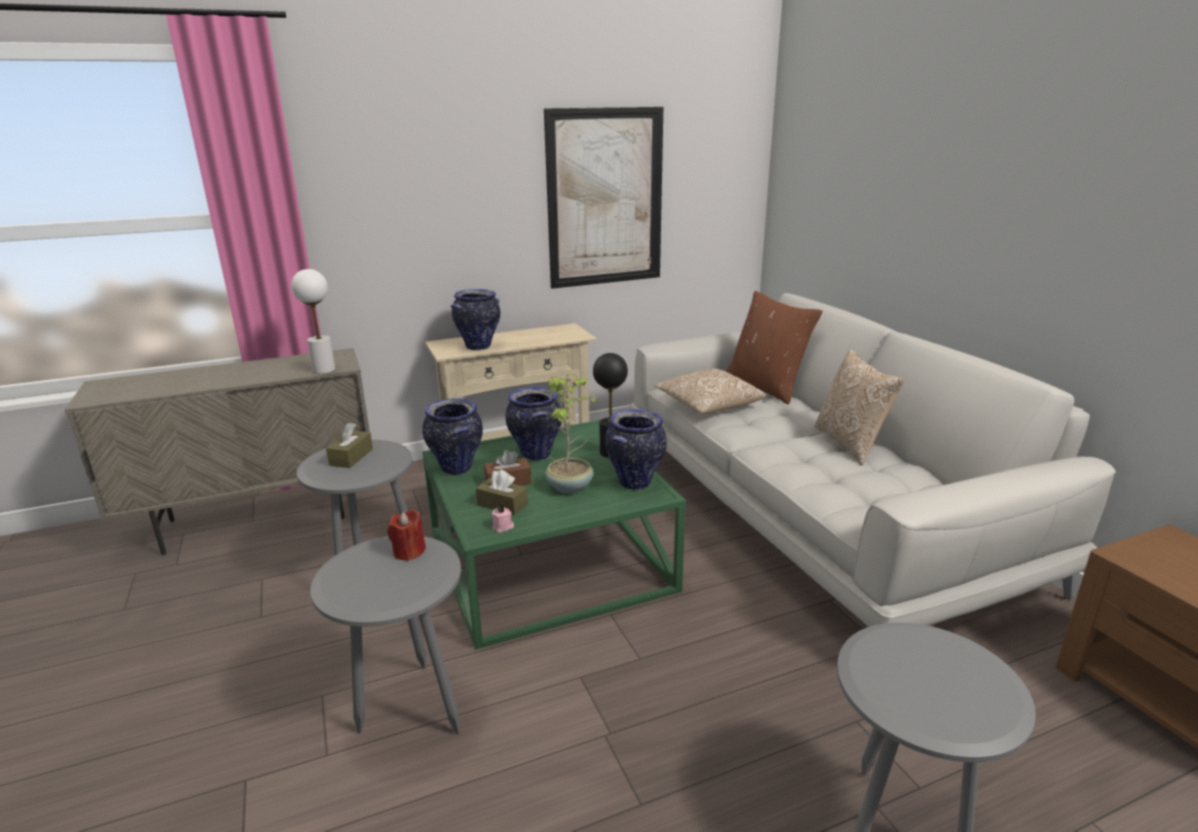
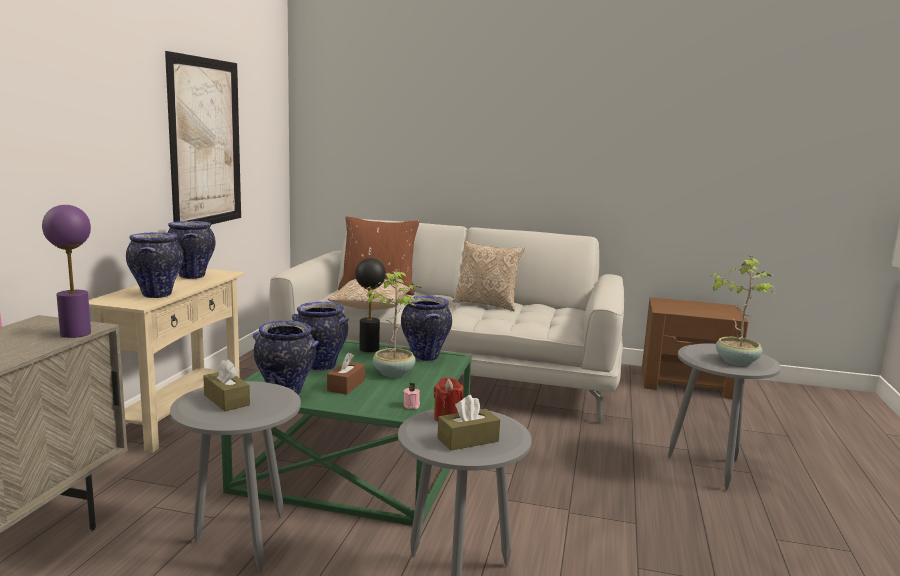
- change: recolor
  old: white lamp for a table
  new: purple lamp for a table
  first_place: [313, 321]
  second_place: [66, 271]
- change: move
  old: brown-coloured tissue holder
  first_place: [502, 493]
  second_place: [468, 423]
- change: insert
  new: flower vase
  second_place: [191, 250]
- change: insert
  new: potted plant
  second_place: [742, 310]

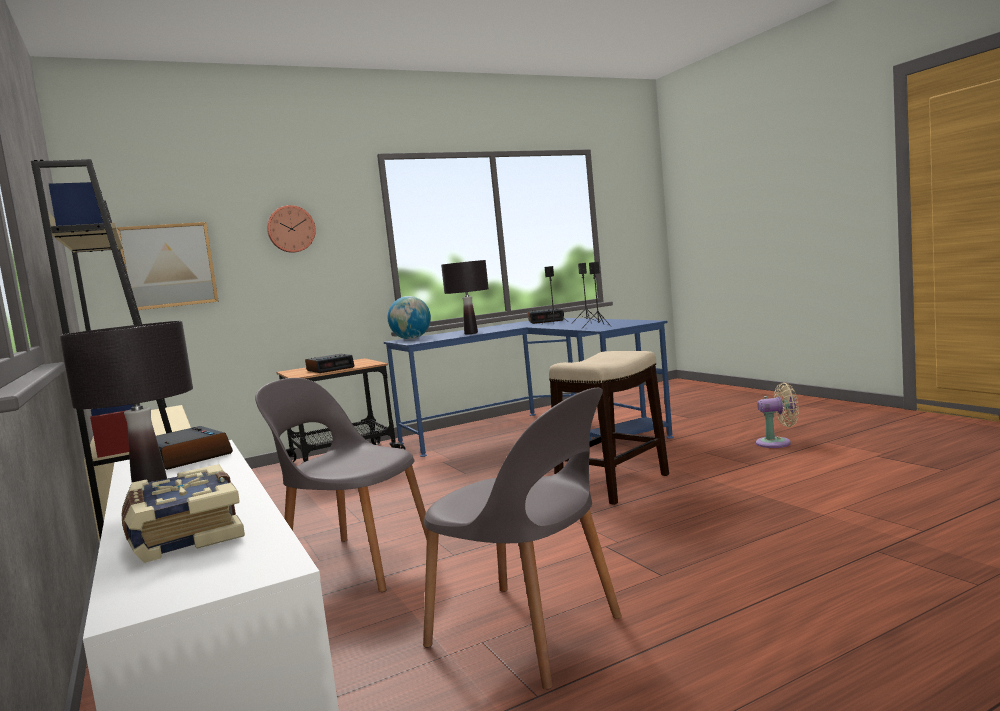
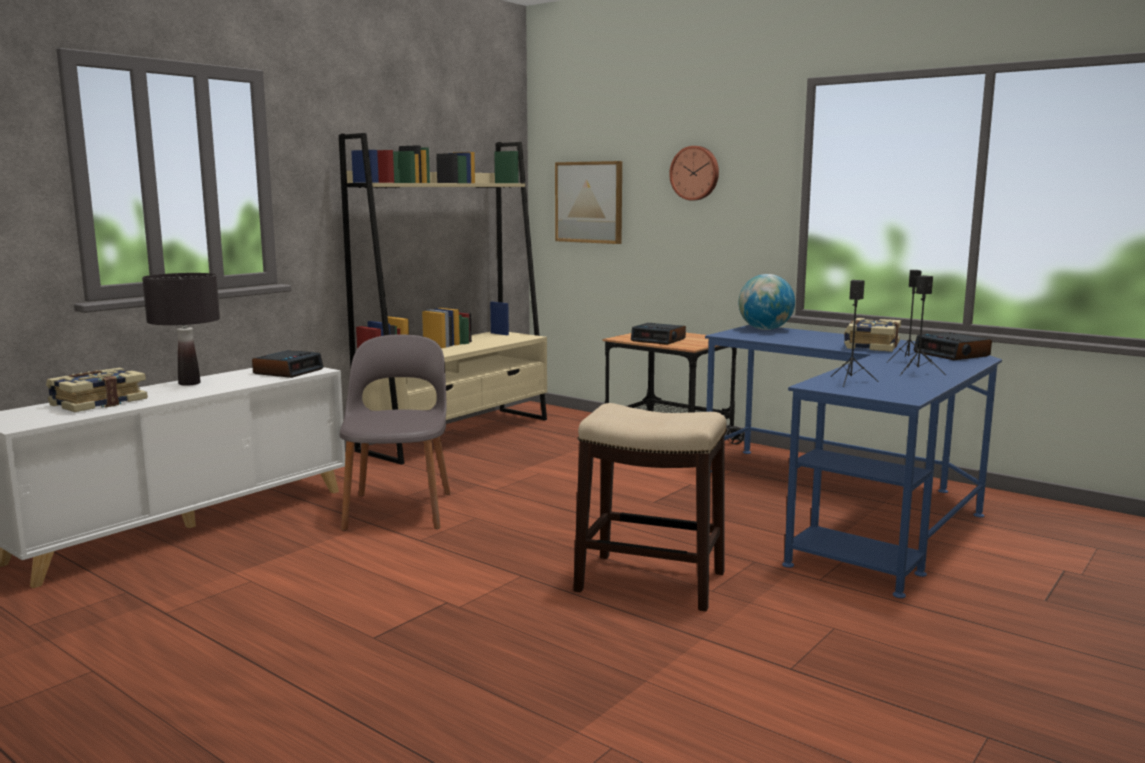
- change: delete
  old: black lamp for a table
  first_place: [465, 297]
- change: delete
  old: beige-coloured electric fan
  first_place: [777, 415]
- change: delete
  old: gray plain chair
  first_place: [522, 538]
- change: insert
  new: volume
  second_place: [872, 335]

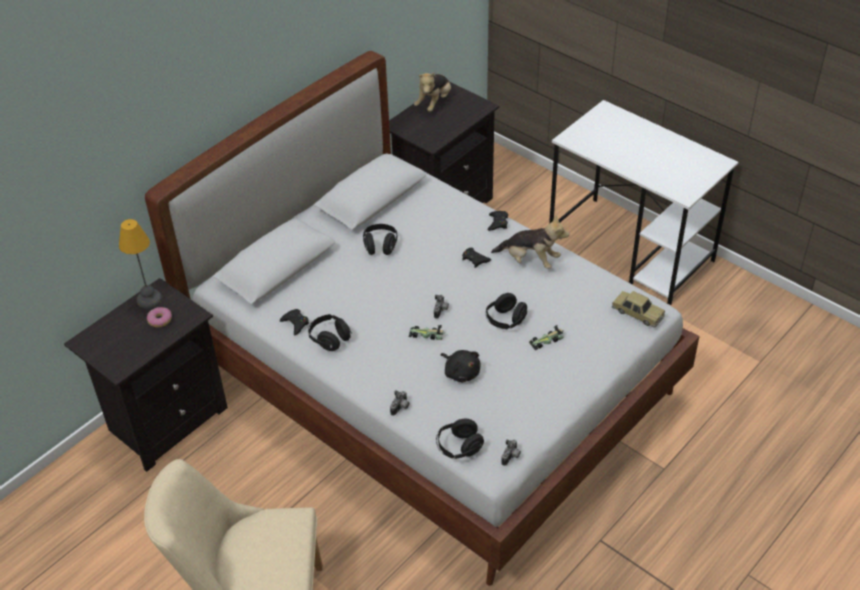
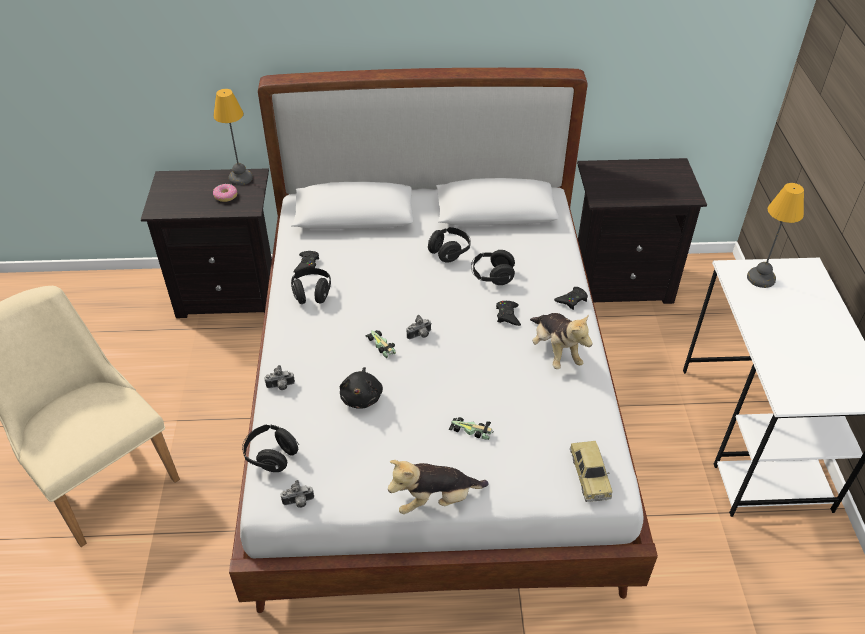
- change: move
  old: plush toy
  first_place: [432, 92]
  second_place: [438, 487]
- change: move
  old: black pair of headphones
  first_place: [506, 311]
  second_place: [493, 267]
- change: insert
  new: lamp for a table
  second_place: [775, 235]

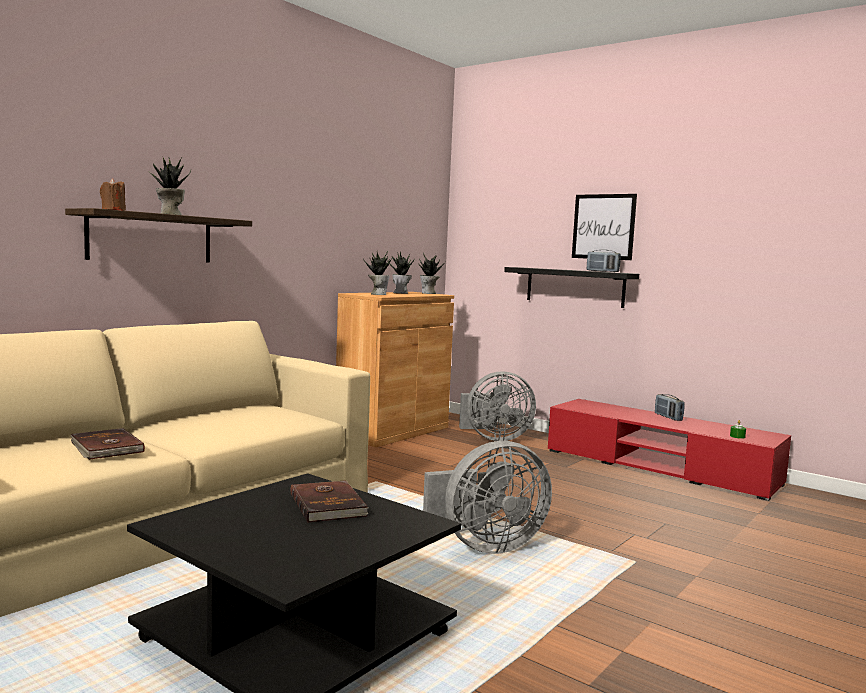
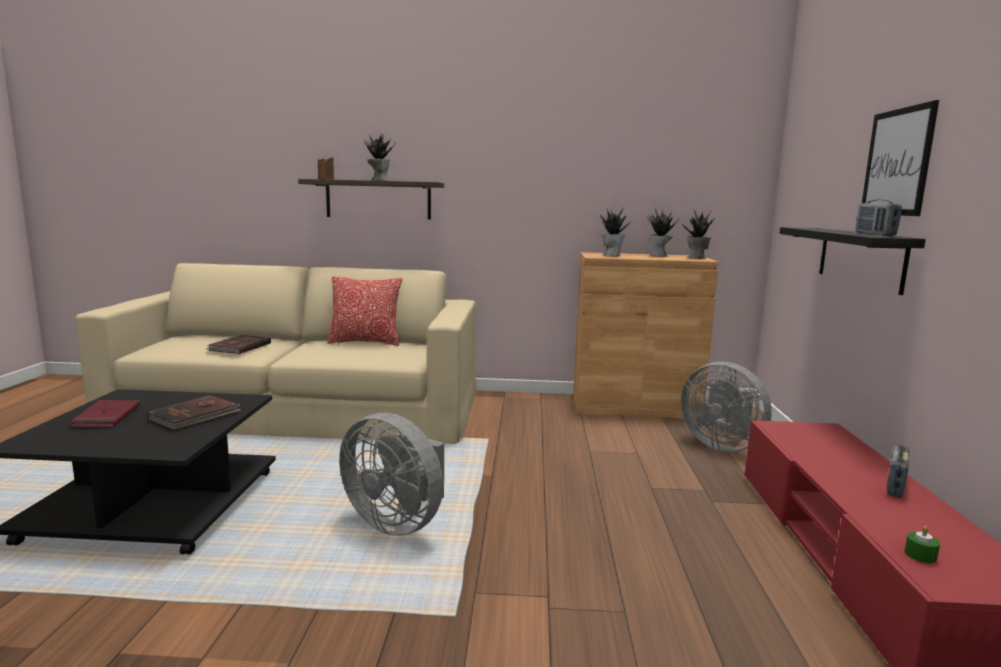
- change: insert
  new: throw pillow
  second_place: [365, 311]
- change: insert
  new: reddish volume
  second_place: [105, 413]

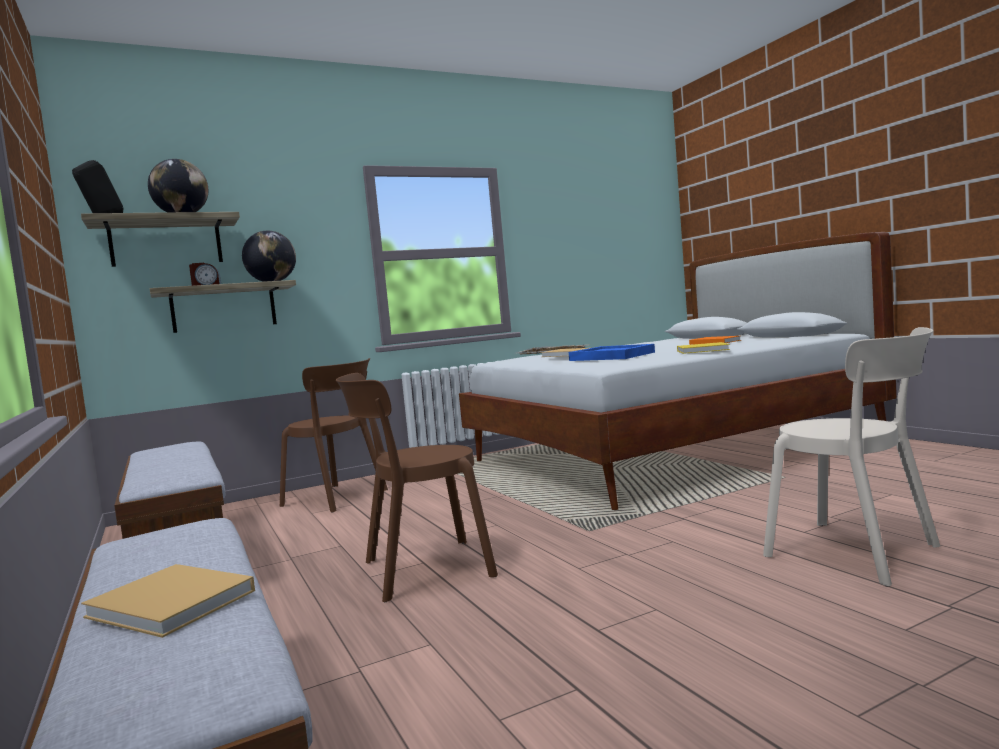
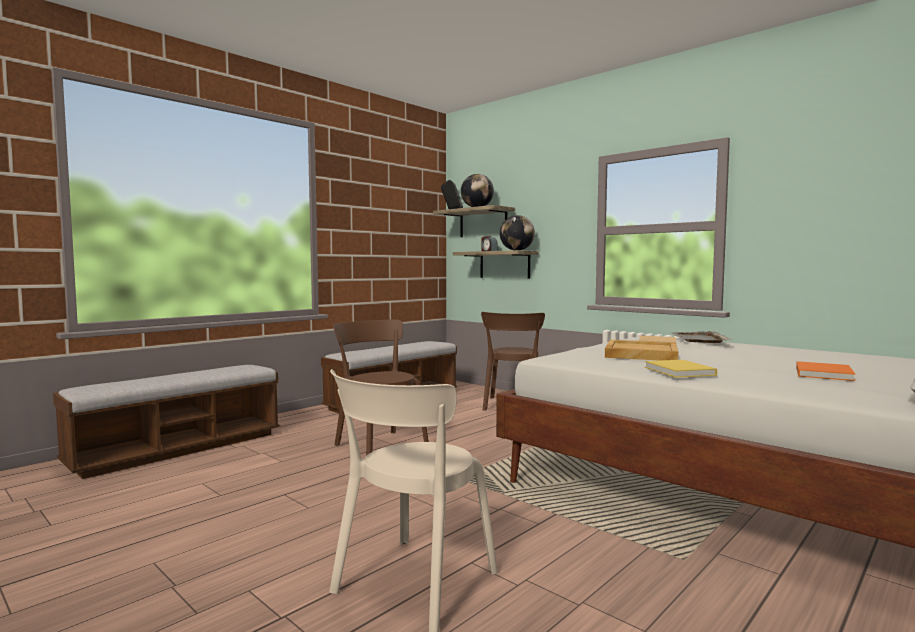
- change: recolor
  old: bluish carrying tray
  new: beige-coloured carrying tray
  first_place: [612, 352]
  second_place: [641, 350]
- change: delete
  old: beige-coloured volume
  first_place: [168, 601]

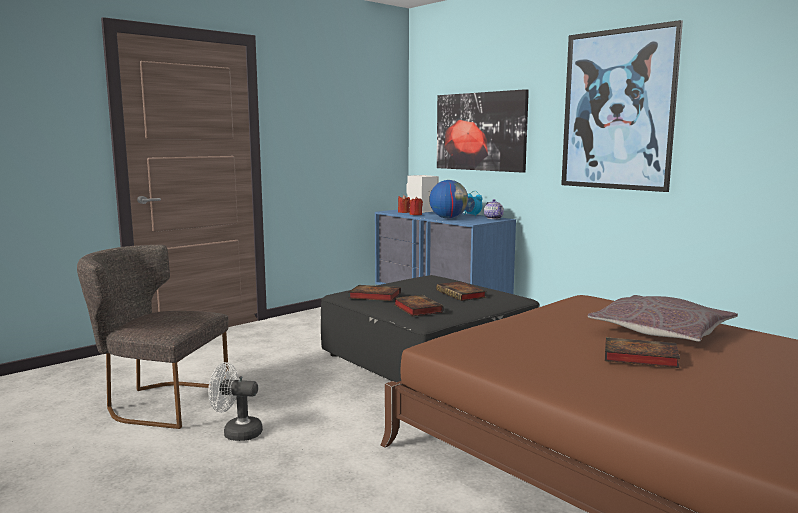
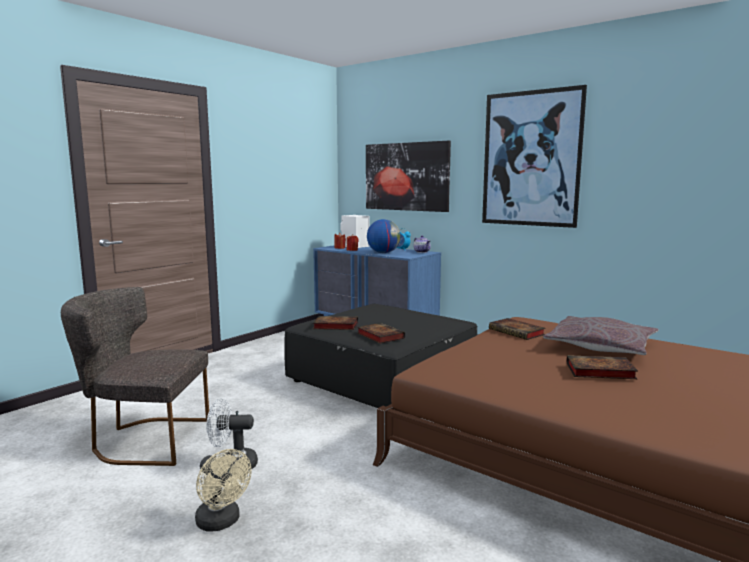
- change: move
  old: volume
  first_place: [461, 291]
  second_place: [517, 329]
- change: insert
  new: beige-coloured electric fan
  second_place: [223, 490]

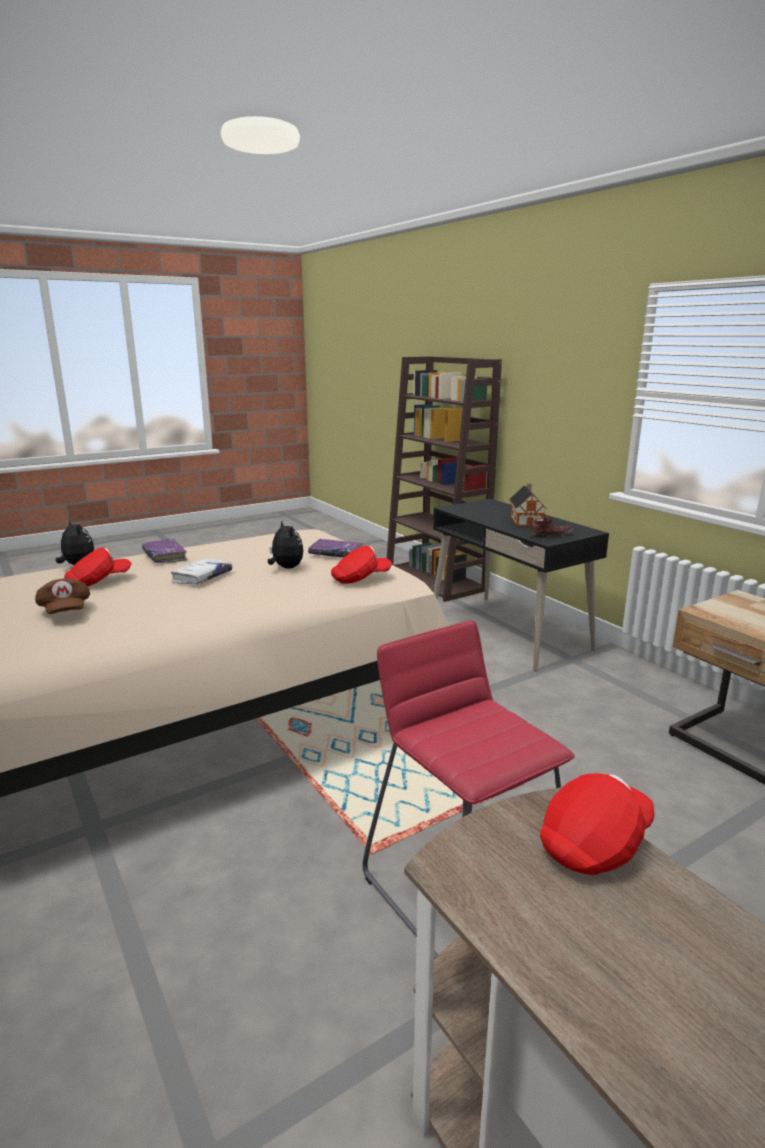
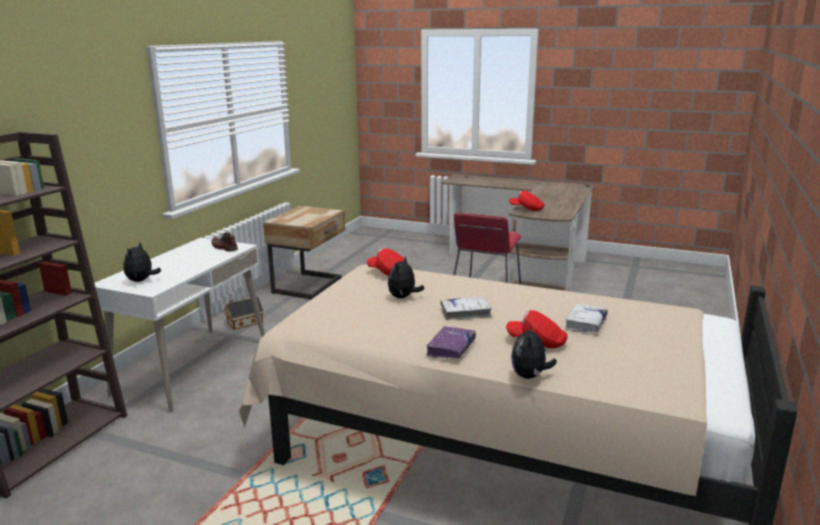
- change: move
  old: toy house
  first_place: [527, 505]
  second_place: [243, 313]
- change: recolor
  old: black desk table
  new: white desk table
  first_place: [521, 585]
  second_place: [179, 325]
- change: delete
  old: purple volume
  first_place: [335, 548]
- change: replace
  old: brown-coloured peaked cap
  new: white volume
  first_place: [62, 596]
  second_place: [586, 318]
- change: insert
  new: plush toy
  second_place: [142, 262]

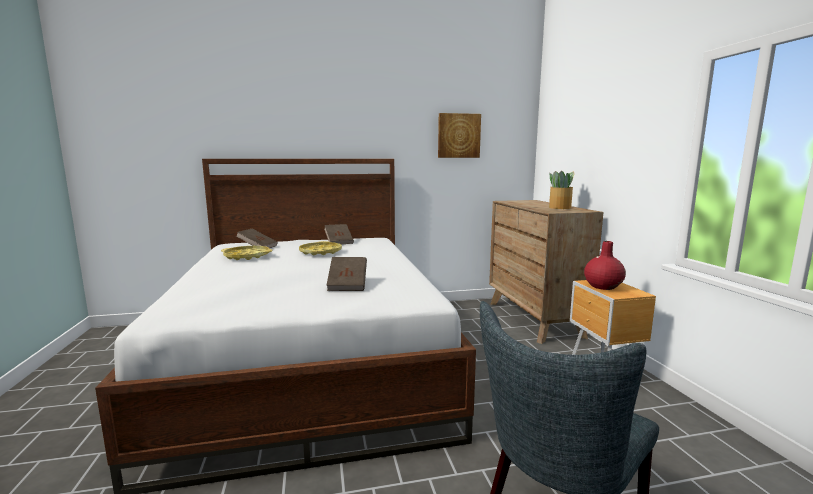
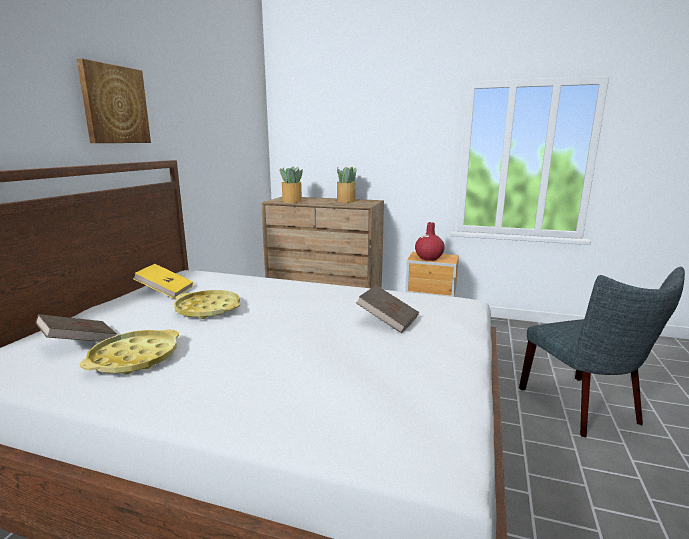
- change: move
  old: picture
  first_place: [459, 135]
  second_place: [114, 101]
- change: recolor
  old: brown-coloured volume
  new: yellowish volume
  first_place: [339, 234]
  second_place: [163, 281]
- change: insert
  new: potted plant
  second_place: [291, 184]

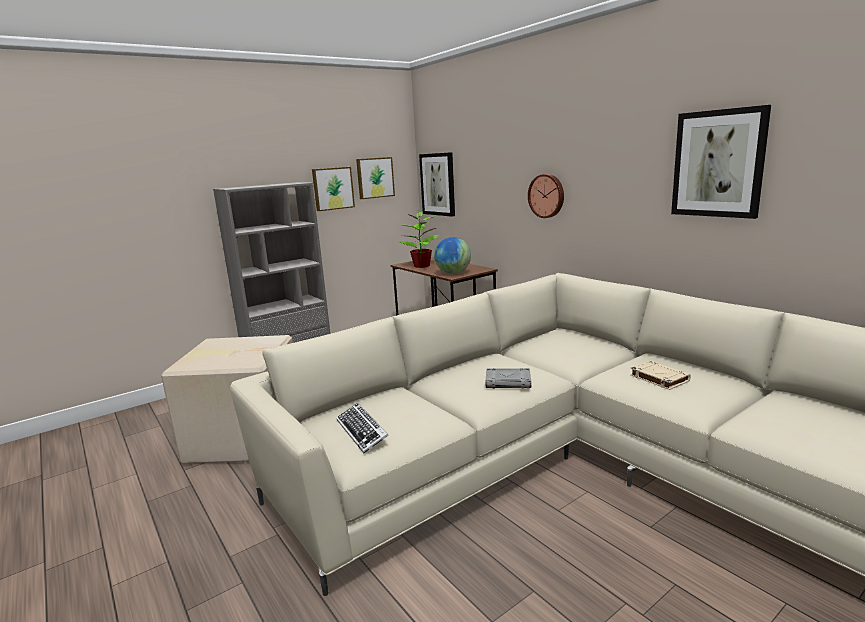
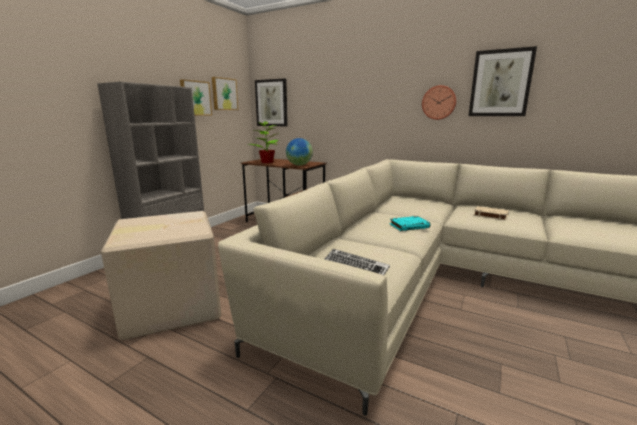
- change: move
  old: wall clock
  first_place: [546, 196]
  second_place: [439, 102]
- change: recolor
  old: gray volume
  new: blue-green volume
  first_place: [508, 378]
  second_place: [410, 223]

